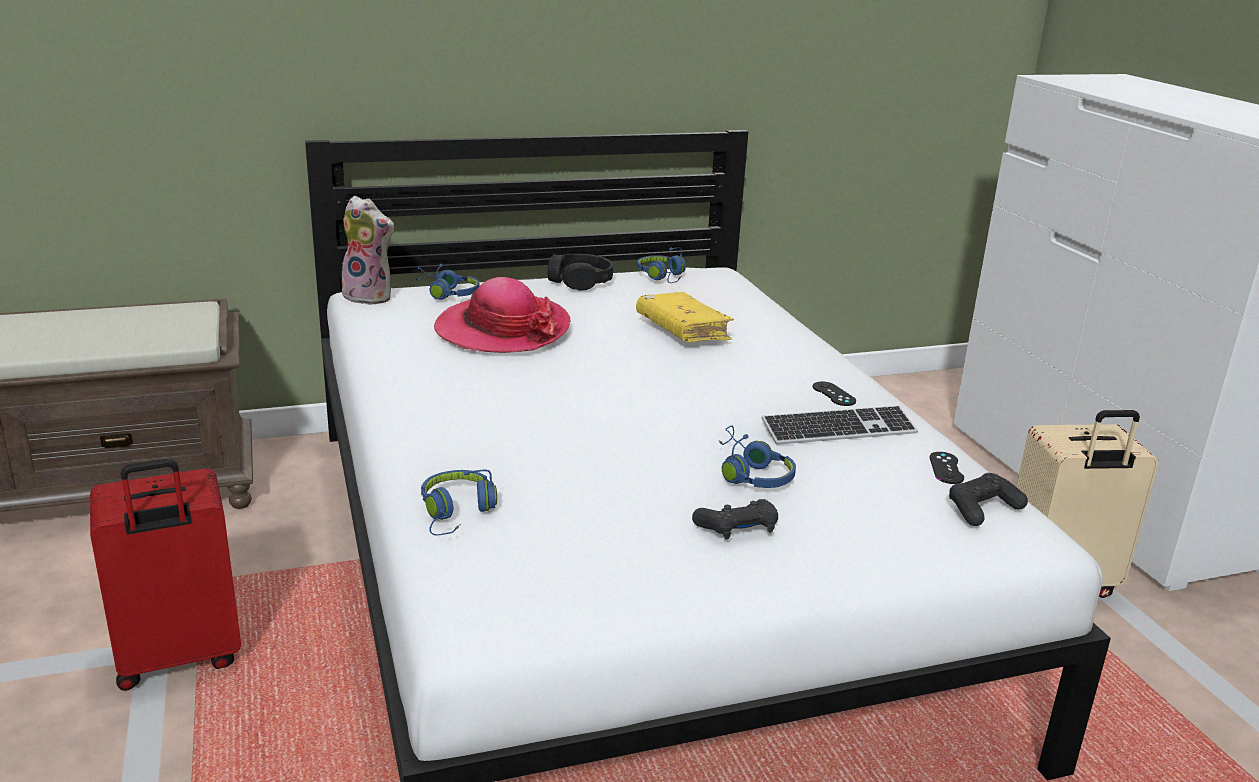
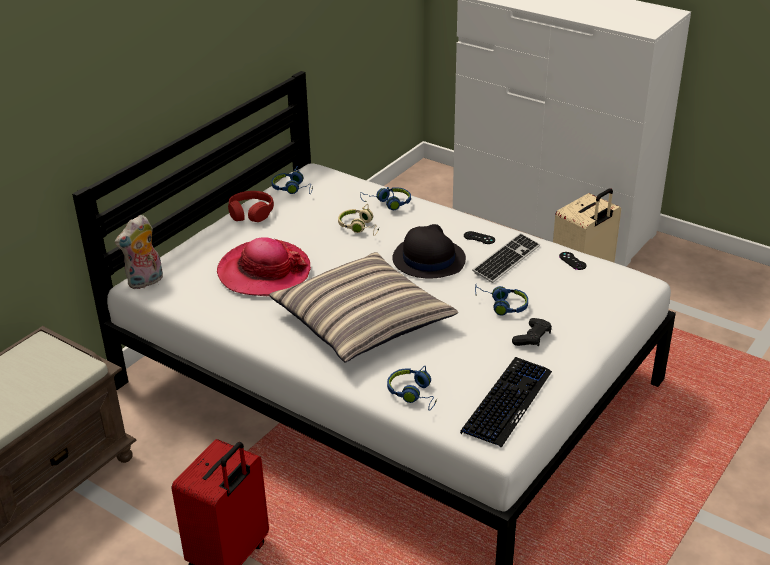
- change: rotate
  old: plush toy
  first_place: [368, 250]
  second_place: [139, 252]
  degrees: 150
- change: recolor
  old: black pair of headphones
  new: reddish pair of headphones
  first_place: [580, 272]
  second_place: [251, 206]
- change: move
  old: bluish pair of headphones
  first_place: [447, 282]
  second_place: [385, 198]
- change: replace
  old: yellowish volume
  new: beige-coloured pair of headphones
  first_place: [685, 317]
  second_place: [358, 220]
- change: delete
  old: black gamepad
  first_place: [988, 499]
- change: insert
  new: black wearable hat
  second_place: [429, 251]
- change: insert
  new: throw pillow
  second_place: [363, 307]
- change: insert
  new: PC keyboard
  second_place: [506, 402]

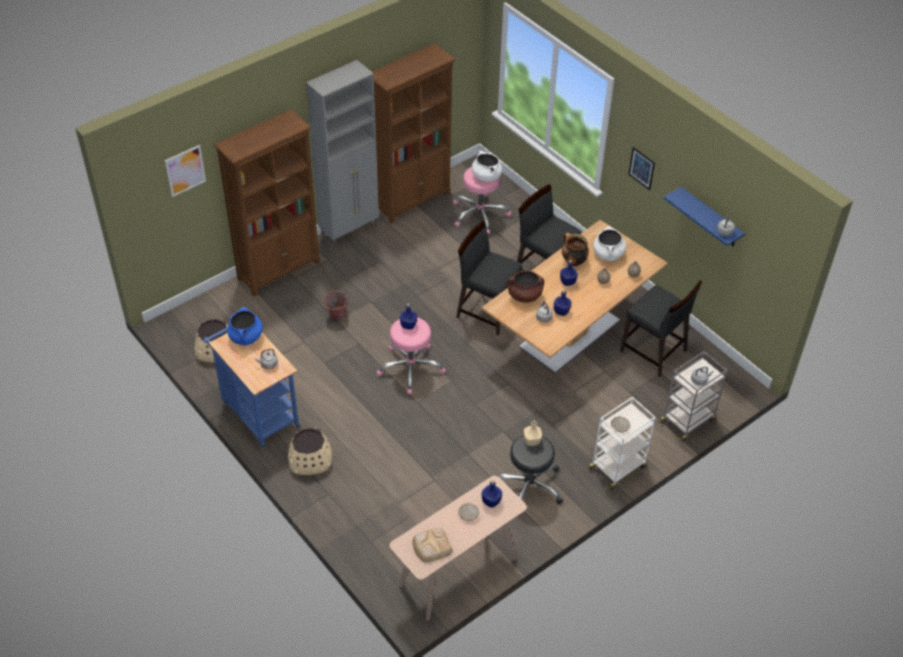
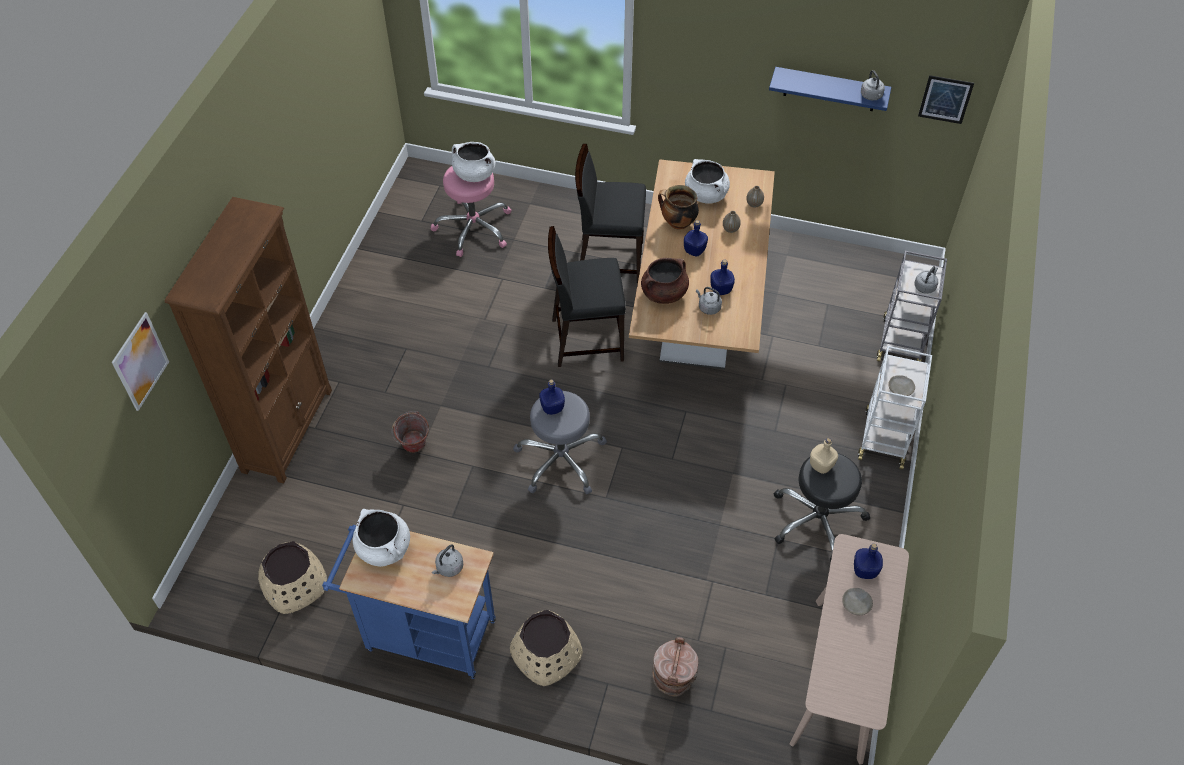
- change: delete
  old: brown-coloured bookcase
  first_place: [414, 133]
- change: delete
  old: gray cupboard
  first_place: [342, 154]
- change: move
  old: picture
  first_place: [641, 168]
  second_place: [946, 99]
- change: delete
  old: black plain chair
  first_place: [661, 328]
- change: recolor
  old: bluish saucepot
  new: white saucepot
  first_place: [245, 326]
  second_place: [381, 538]
- change: recolor
  old: pinkish stool
  new: gray stool
  first_place: [411, 355]
  second_place: [560, 442]
- change: delete
  old: bread
  first_place: [433, 545]
- change: insert
  new: brown-coloured bucket
  second_place: [675, 667]

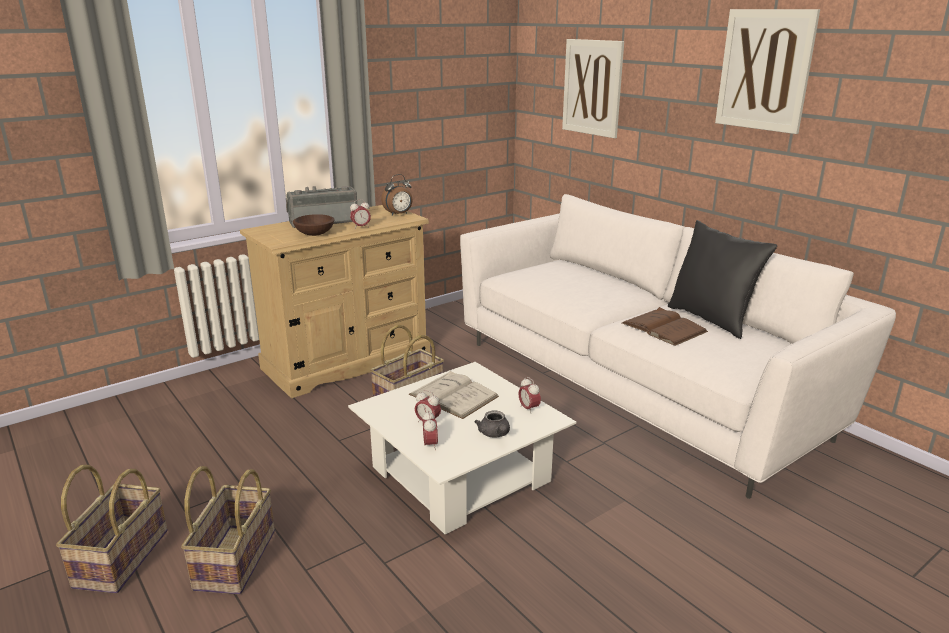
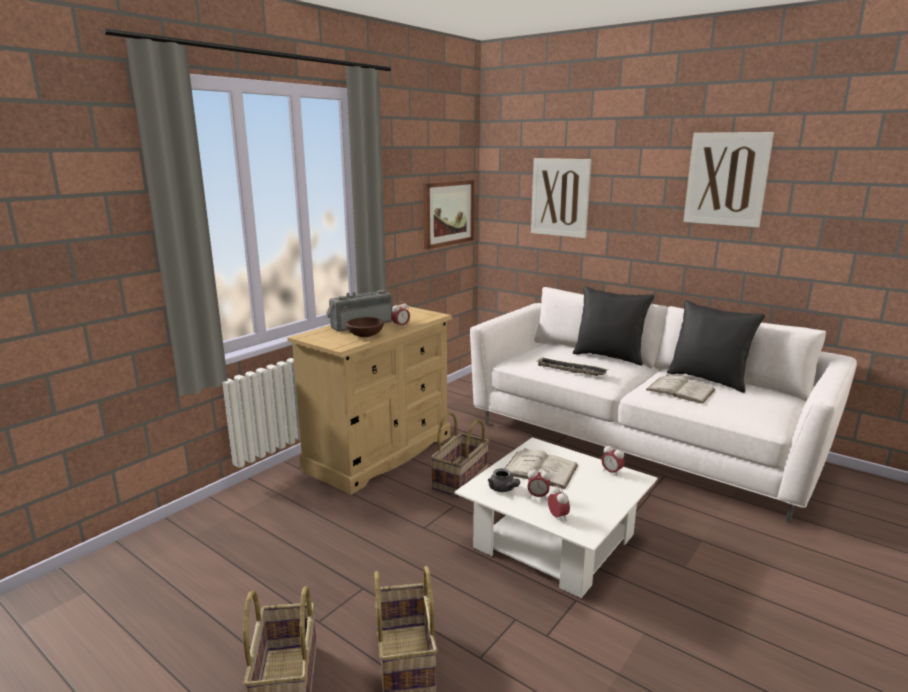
- change: delete
  old: table clock
  first_place: [397, 195]
- change: recolor
  old: brown-coloured volume
  new: white volume
  first_place: [665, 326]
  second_place: [681, 389]
- change: move
  old: gray pot for tea
  first_place: [492, 424]
  second_place: [504, 480]
- change: insert
  new: picture
  second_place: [448, 214]
- change: insert
  new: black throw pillow
  second_place: [613, 326]
- change: insert
  new: carrying tray
  second_place: [572, 366]

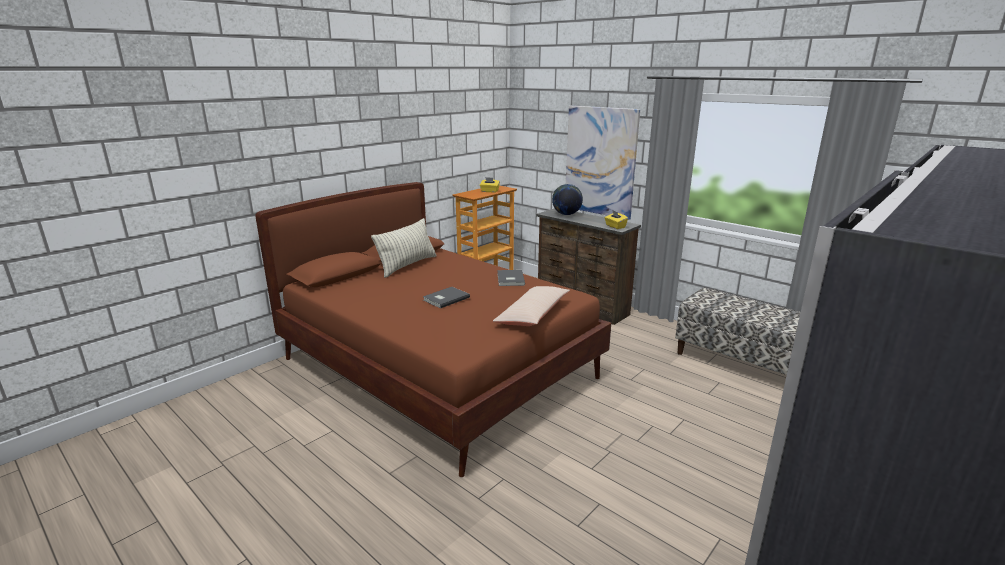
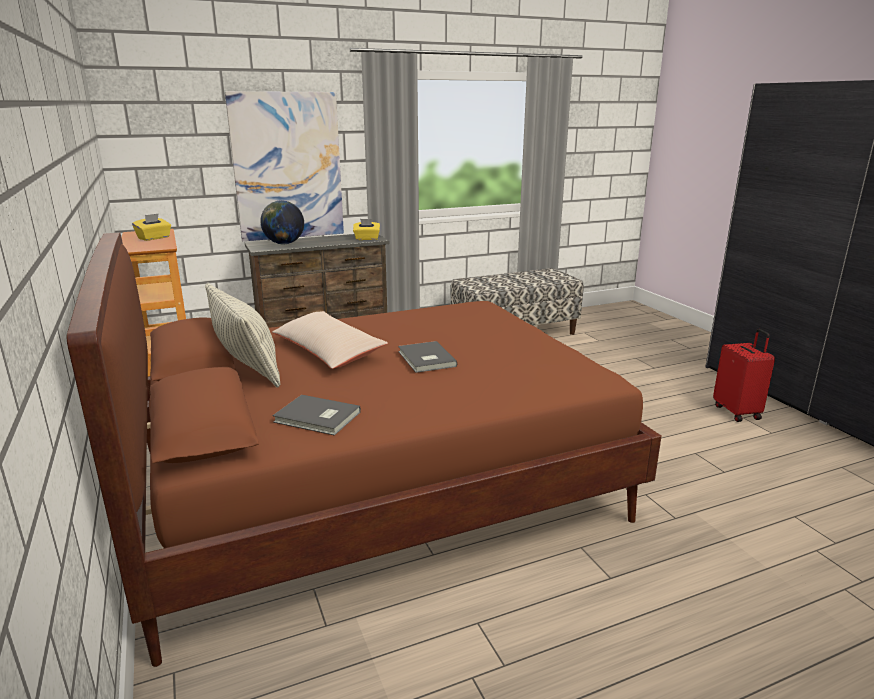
- change: move
  old: gray volume
  first_place: [511, 278]
  second_place: [316, 415]
- change: move
  old: beige-coloured throw pillow
  first_place: [531, 306]
  second_place: [330, 340]
- change: insert
  new: reddish piece of luggage
  second_place: [744, 375]

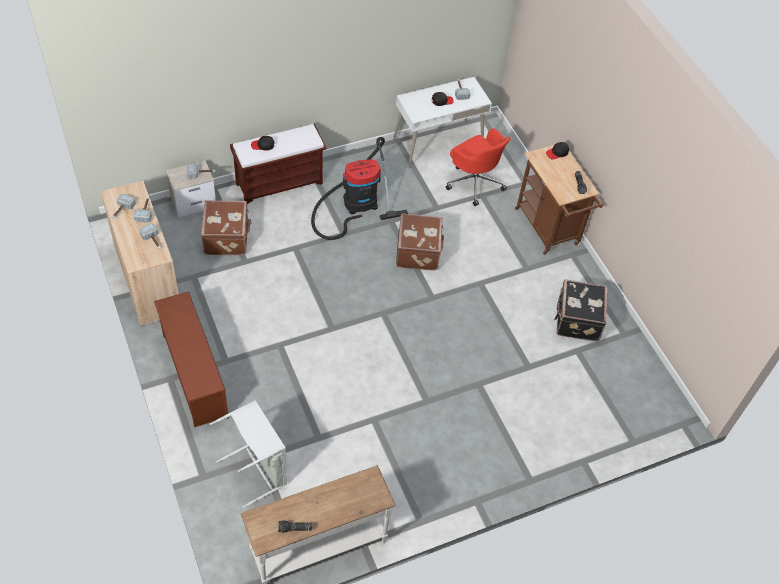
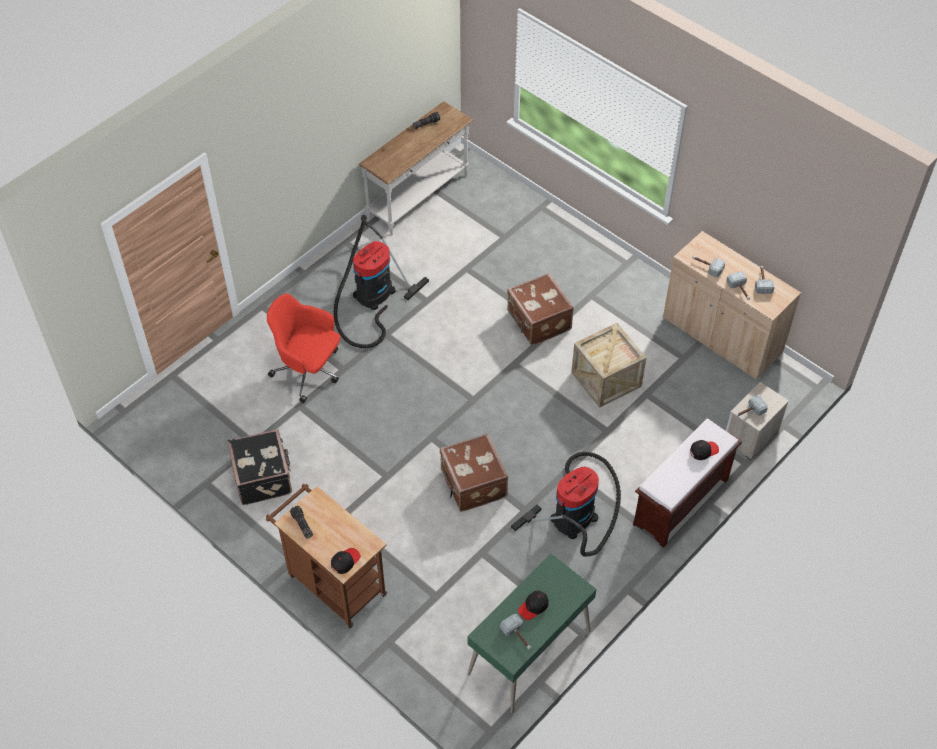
- change: recolor
  old: white desk table
  new: greenish desk table
  first_place: [442, 122]
  second_place: [532, 633]
- change: move
  old: reddish computer chair
  first_place: [478, 167]
  second_place: [303, 348]
- change: move
  old: brown-coloured piece of luggage
  first_place: [226, 227]
  second_place: [540, 309]
- change: delete
  old: brown-coloured shoe rack
  first_place: [191, 359]
- change: delete
  old: gray hamper
  first_place: [248, 454]
- change: insert
  new: hoover
  second_place: [381, 281]
- change: insert
  new: packing crate
  second_place: [609, 365]

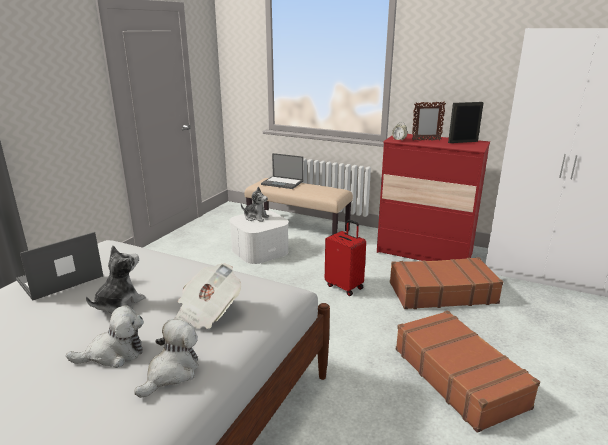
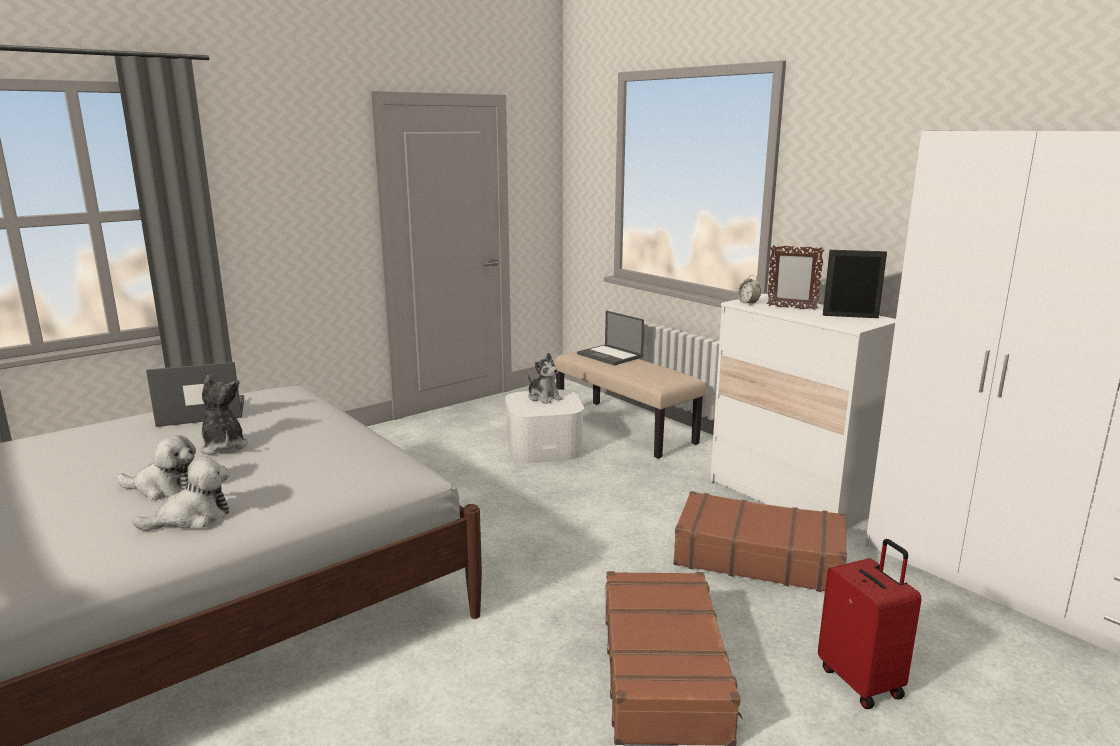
- change: recolor
  old: reddish drawer chest
  new: white drawer chest
  first_place: [433, 197]
  second_place: [803, 411]
- change: move
  old: reddish piece of luggage
  first_place: [345, 258]
  second_place: [870, 624]
- change: rotate
  old: plush toy
  first_place: [116, 279]
  second_place: [223, 415]
  degrees: -90
- change: delete
  old: printed paper
  first_place: [207, 296]

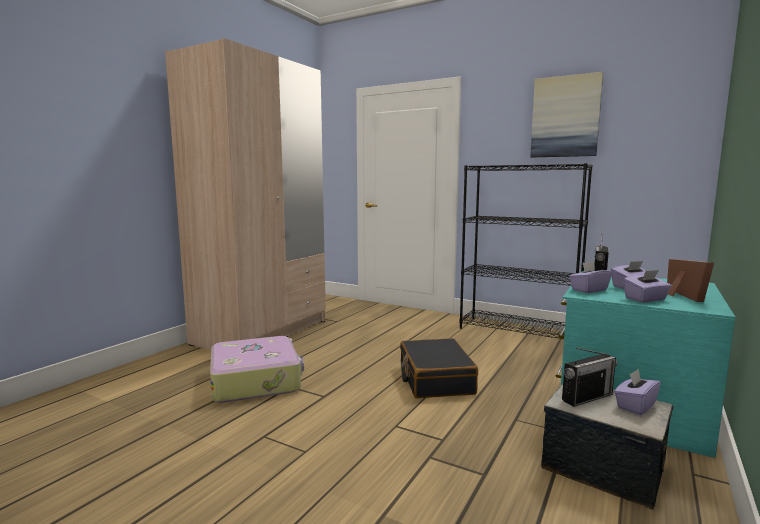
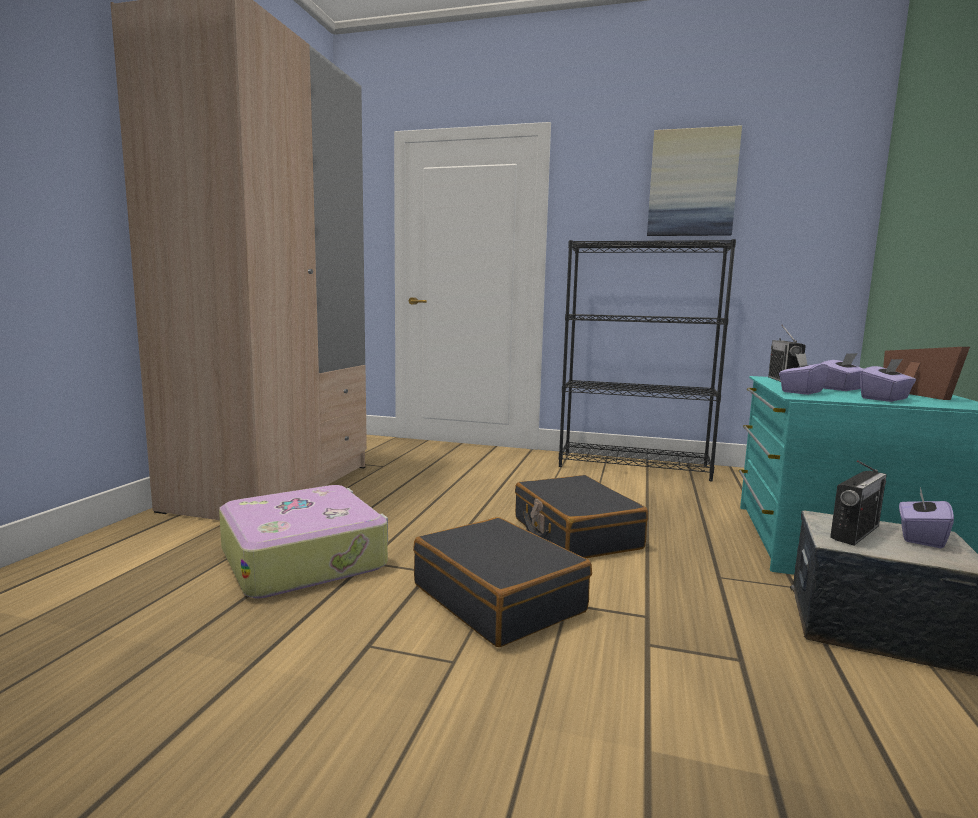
- change: insert
  new: black piece of luggage
  second_place: [502, 582]

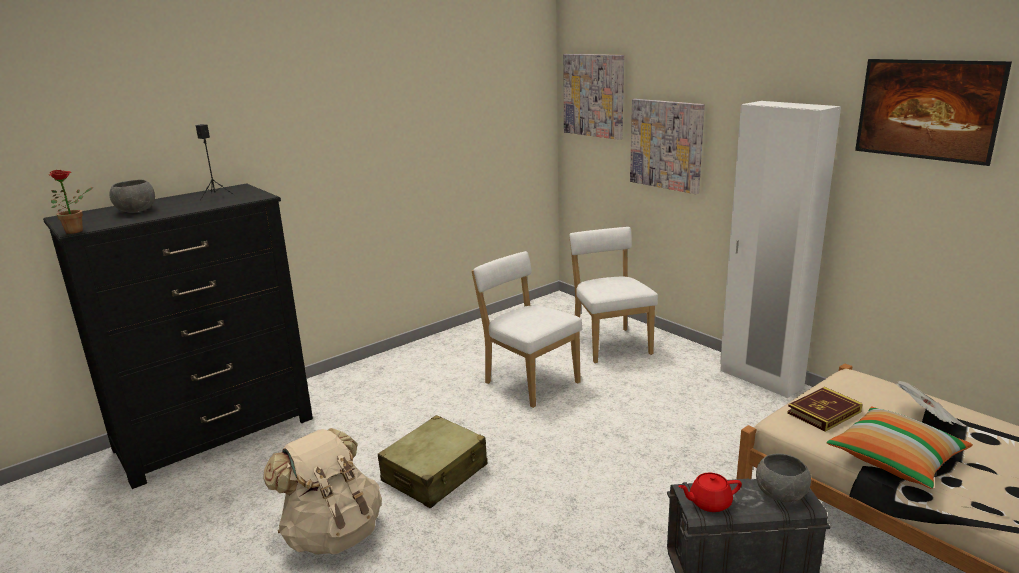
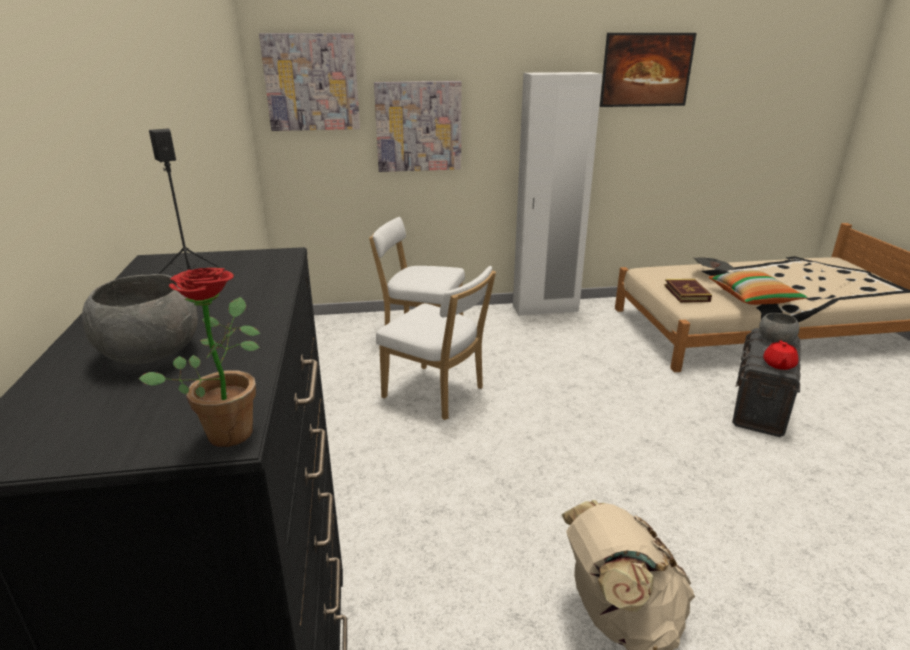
- change: rotate
  old: white plain chair
  first_place: [527, 329]
  second_place: [436, 343]
  degrees: -135
- change: delete
  old: beige-coloured piece of luggage
  first_place: [432, 461]

